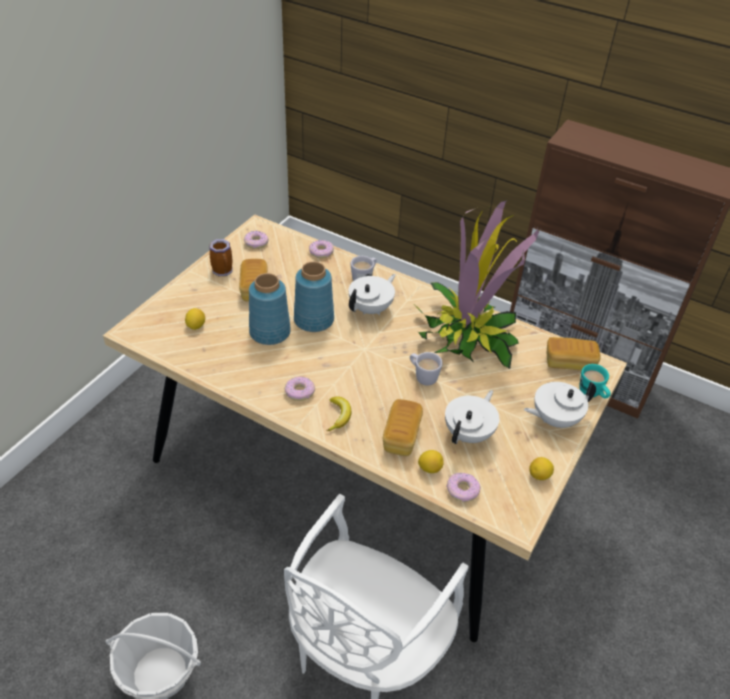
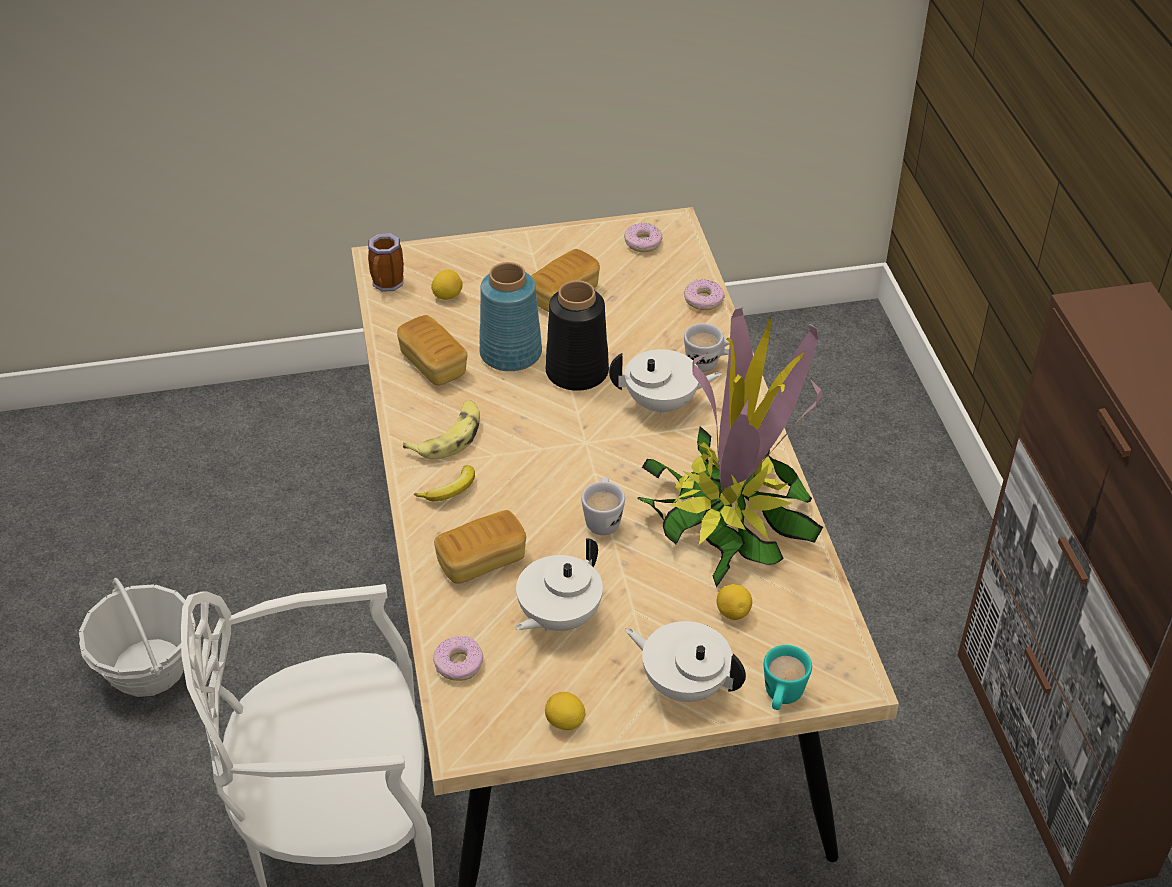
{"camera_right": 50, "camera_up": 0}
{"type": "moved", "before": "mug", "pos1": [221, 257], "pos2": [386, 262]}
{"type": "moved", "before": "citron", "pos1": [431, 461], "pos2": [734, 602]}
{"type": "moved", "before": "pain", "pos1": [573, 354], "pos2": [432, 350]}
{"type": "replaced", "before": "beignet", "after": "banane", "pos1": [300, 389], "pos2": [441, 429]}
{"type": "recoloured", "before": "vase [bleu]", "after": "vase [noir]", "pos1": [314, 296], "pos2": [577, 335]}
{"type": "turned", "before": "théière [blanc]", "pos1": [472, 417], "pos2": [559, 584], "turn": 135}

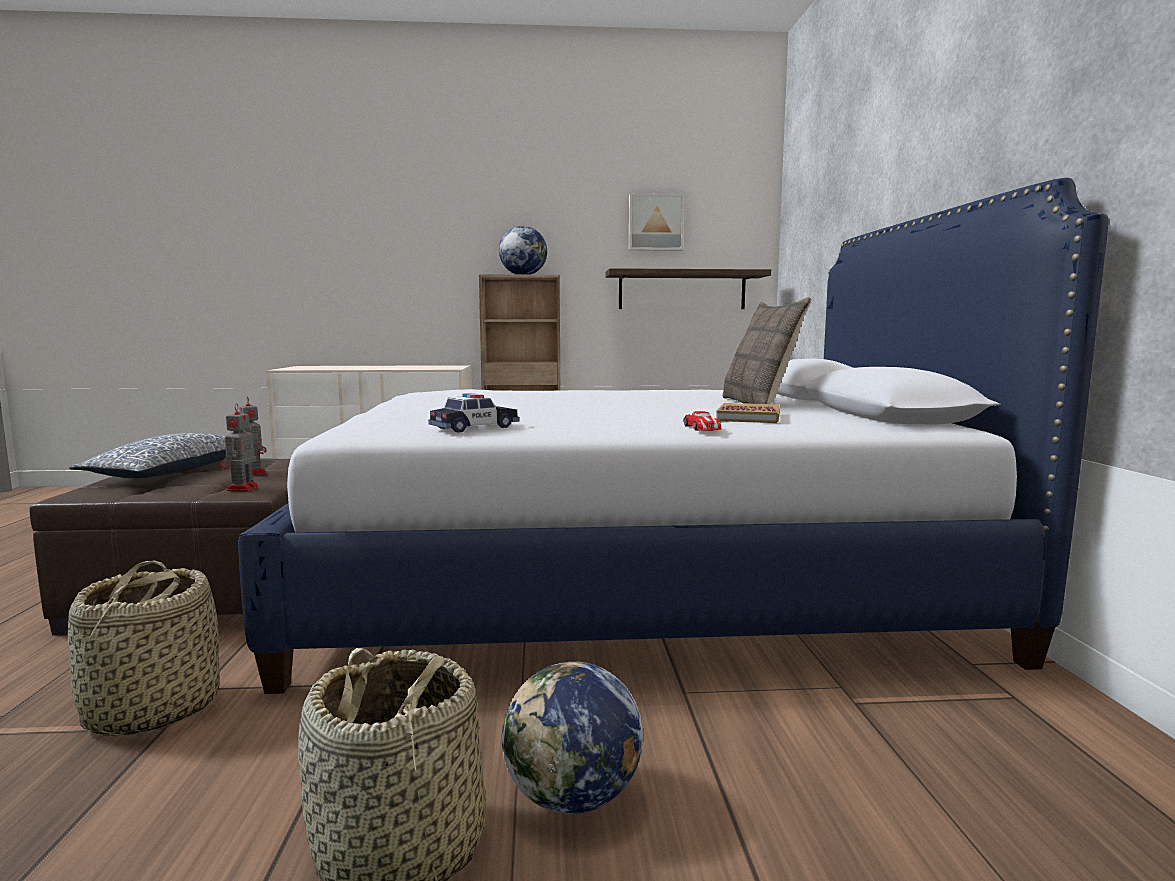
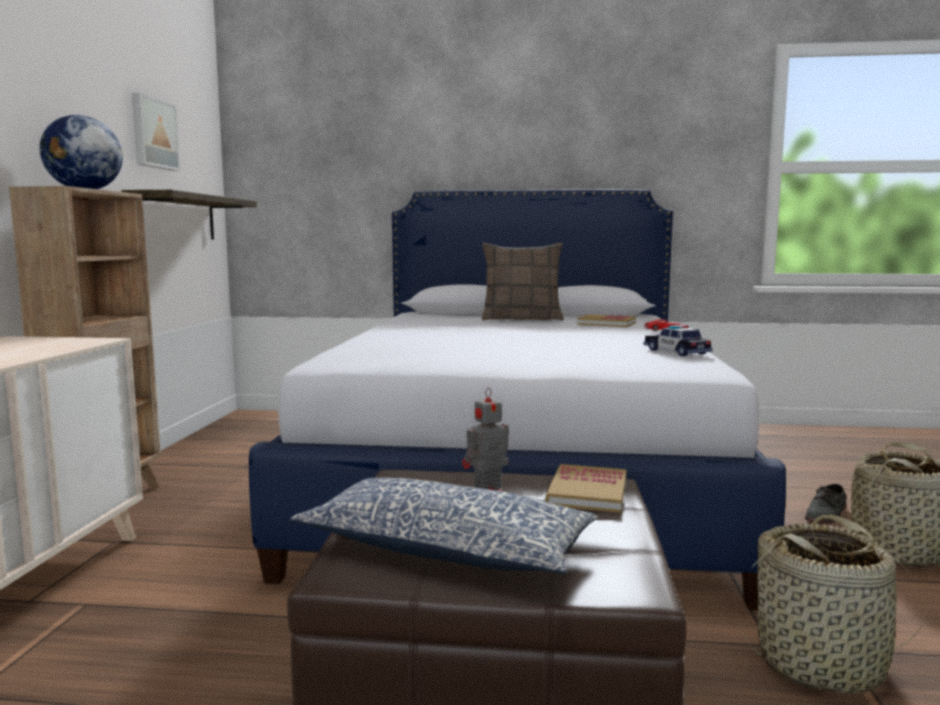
{"camera_right": -80, "camera_up": 0}
{"type": "replaced", "before": "robot jouet", "after": "livre", "pos1": [240, 447], "pos2": [586, 488]}
{"type": "replaced", "before": "globe", "after": "chaussure [gris]", "pos1": [572, 737], "pos2": [826, 504]}

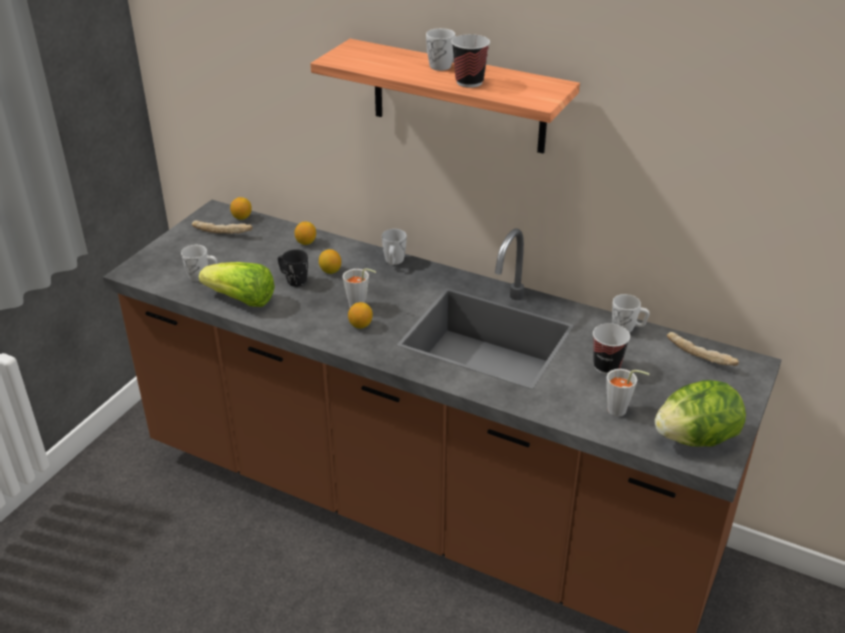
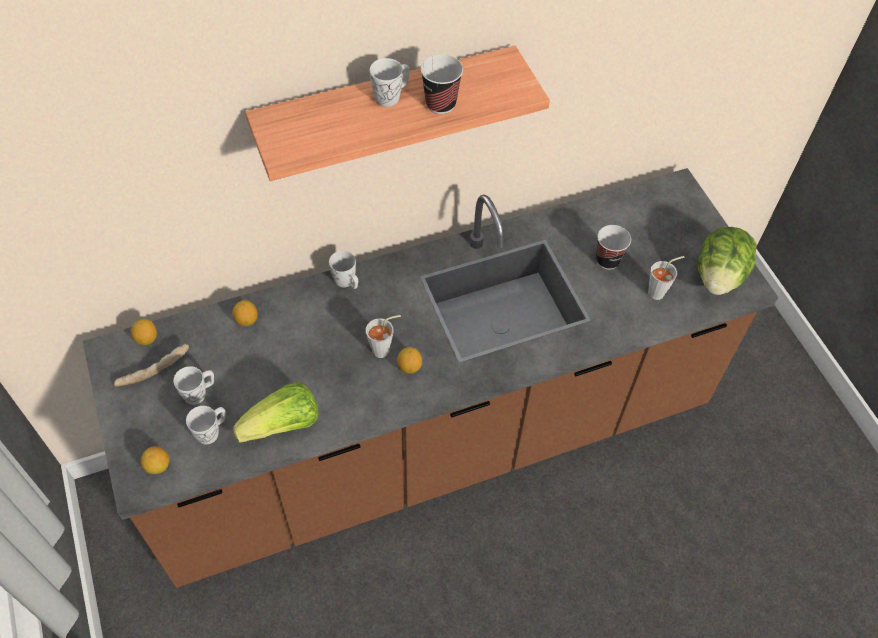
{"camera_right": -50, "camera_up": 20}
{"type": "removed", "before": "mug [noir]", "pos1": [293, 268]}
{"type": "removed", "before": "pain", "pos1": [703, 349]}
{"type": "moved", "before": "citron", "pos1": [330, 261], "pos2": [155, 460]}
{"type": "moved", "before": "mug [blanc]", "pos1": [631, 313], "pos2": [193, 385]}

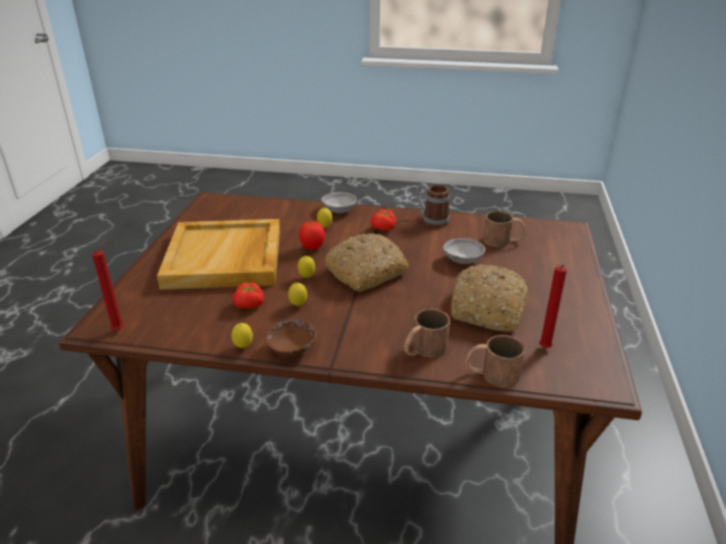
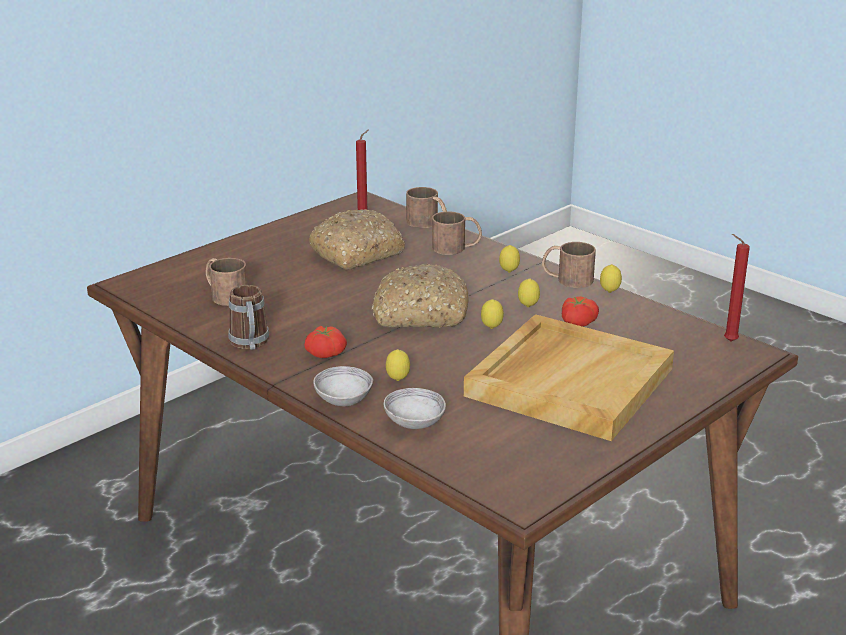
{"camera_right": -145, "camera_up": -5}
{"type": "removed", "before": "tomate", "pos1": [312, 235]}
{"type": "added", "after": "citron", "pos2": [509, 259]}
{"type": "moved", "before": "bol [gris]", "pos1": [464, 251], "pos2": [415, 408]}
{"type": "replaced", "before": "bol [marron]", "after": "mug [marron]", "pos1": [291, 338], "pos2": [569, 265]}

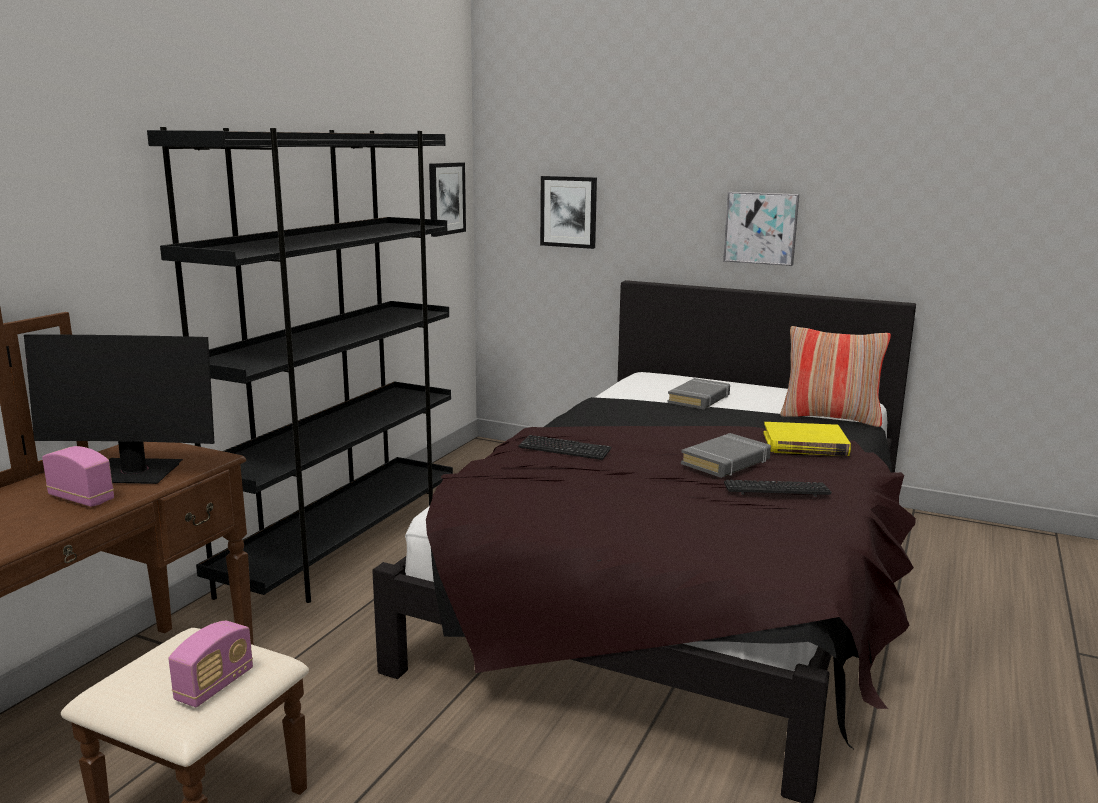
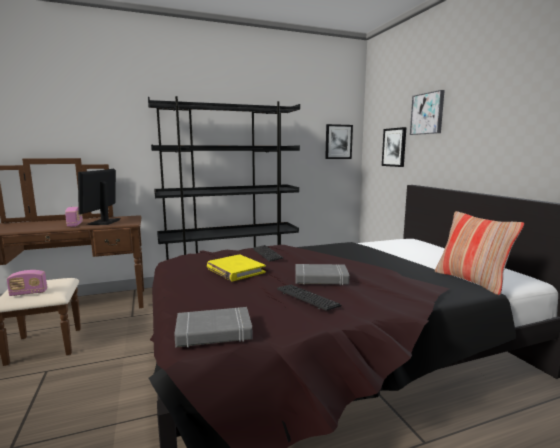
{"camera_right": 45, "camera_up": -5}
{"type": "moved", "before": "livre [gris]", "pos1": [698, 393], "pos2": [213, 327]}
{"type": "moved", "before": "tableau", "pos1": [761, 229], "pos2": [427, 112]}
{"type": "moved", "before": "livre [jaune]", "pos1": [807, 439], "pos2": [236, 267]}
{"type": "turned", "before": "écran d'ordinateur", "pos1": [119, 409], "pos2": [99, 197], "turn": 45}

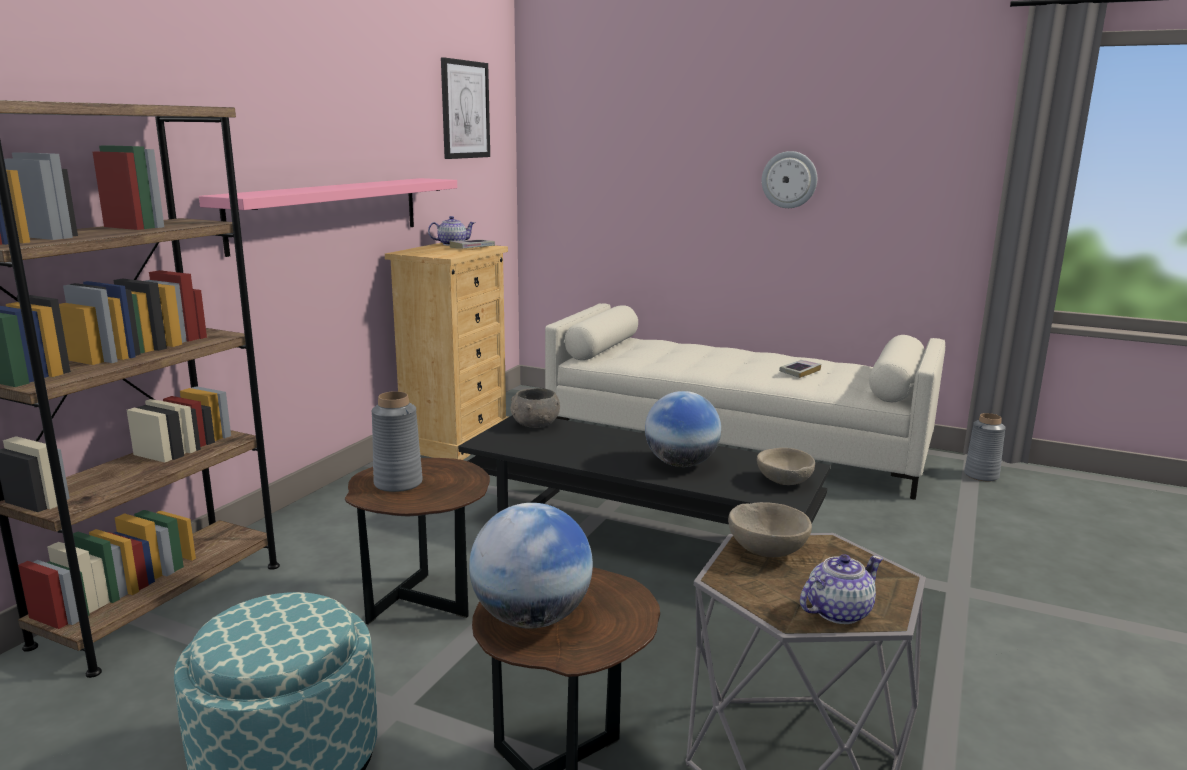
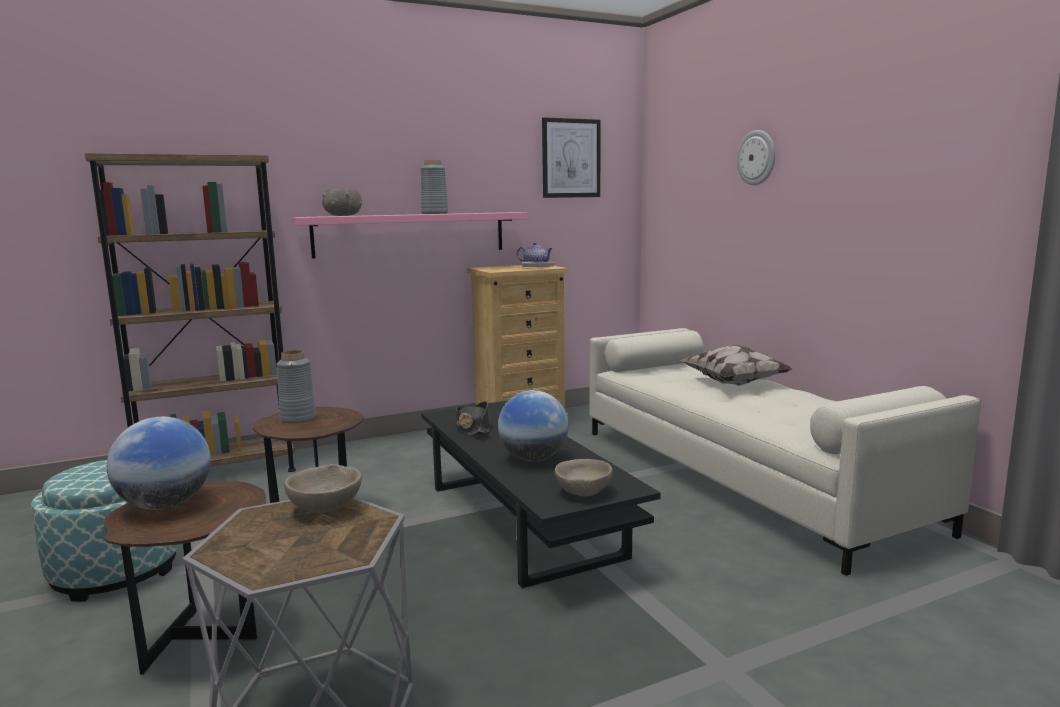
{"camera_right": 40, "camera_up": -5}
{"type": "removed", "before": "livre", "pos1": [800, 369]}
{"type": "removed", "before": "théière", "pos1": [841, 589]}
{"type": "added", "after": "chapeau [noir]", "pos2": [472, 418]}
{"type": "added", "after": "coussin", "pos2": [735, 365]}
{"type": "moved", "before": "bol [gris]", "pos1": [535, 408], "pos2": [342, 202]}
{"type": "moved", "before": "horloge murale", "pos1": [789, 179], "pos2": [756, 157]}
{"type": "moved", "before": "vase [gris]", "pos1": [985, 447], "pos2": [434, 187]}

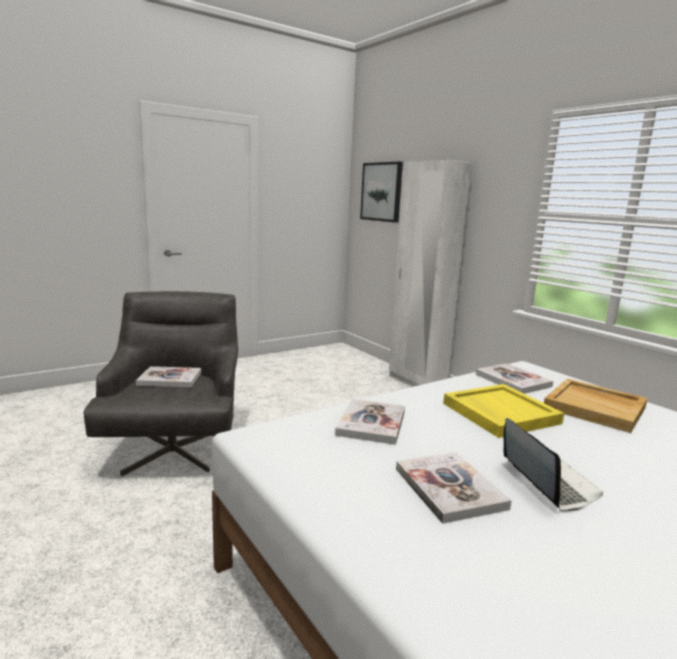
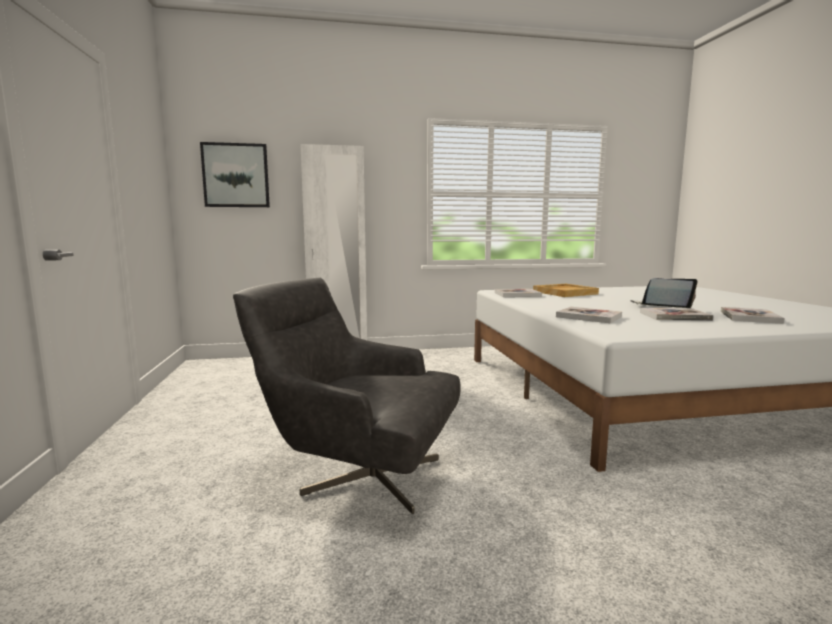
{"camera_right": -65, "camera_up": -5}
{"type": "removed", "before": "plateau [jaune]", "pos1": [503, 411]}
{"type": "moved", "before": "livre", "pos1": [168, 376], "pos2": [753, 315]}

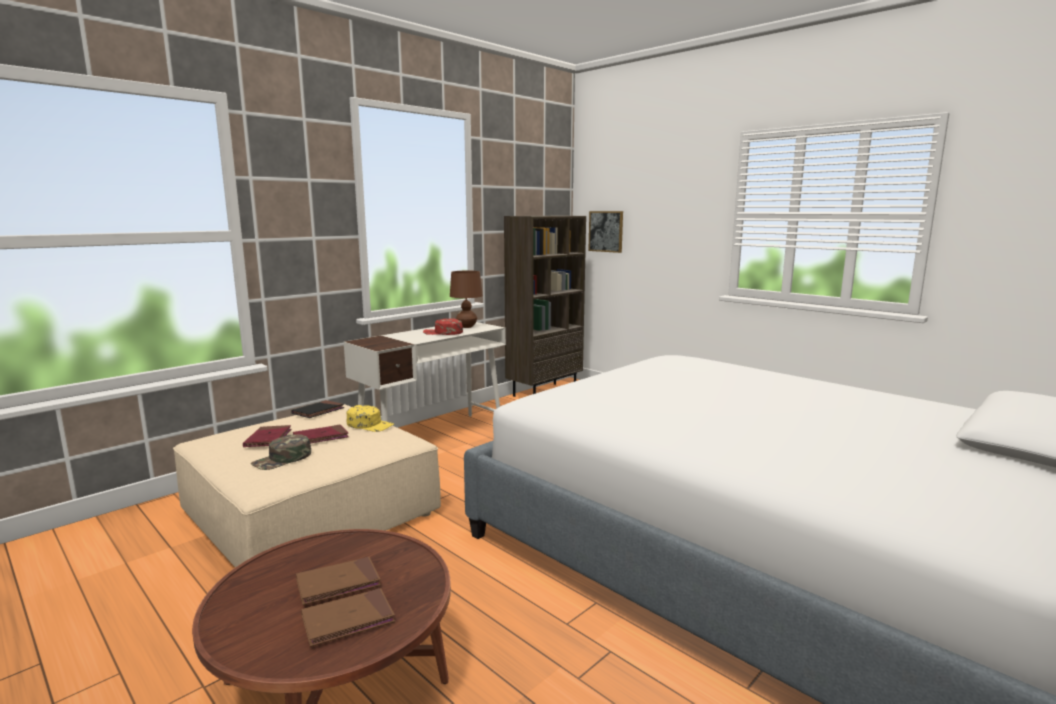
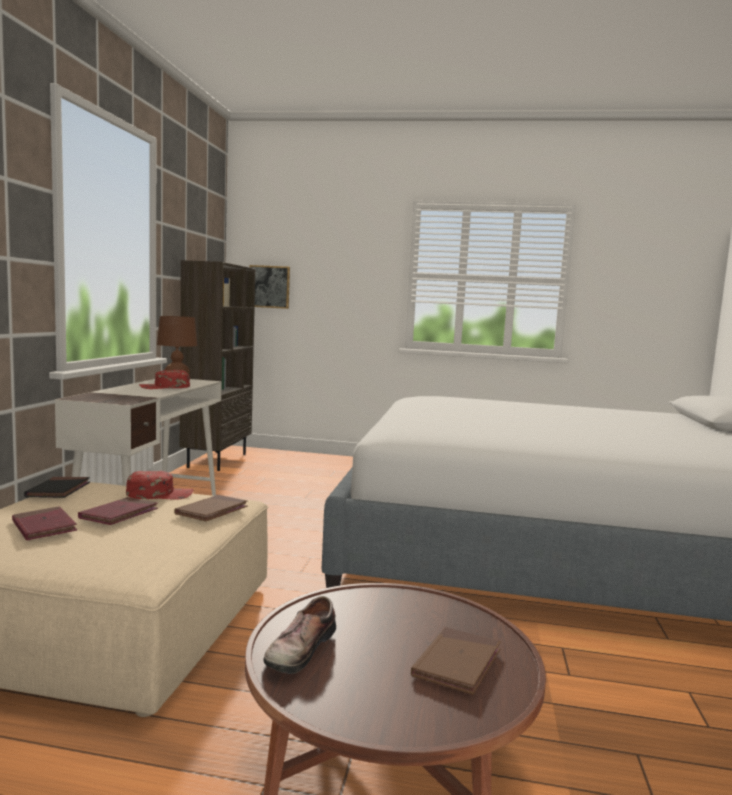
{"camera_right": -35, "camera_up": -5}
{"type": "removed", "before": "casquette [vert]", "pos1": [281, 452]}
{"type": "added", "after": "chaussure", "pos2": [300, 635]}
{"type": "moved", "before": "livre [marron]", "pos1": [338, 581], "pos2": [211, 508]}
{"type": "recoloured", "before": "casquette [jaune]", "after": "casquette [rouge]", "pos1": [370, 418], "pos2": [159, 485]}

